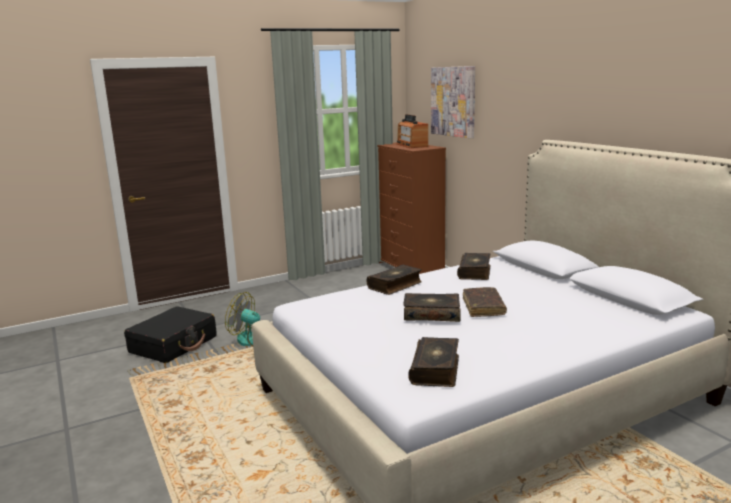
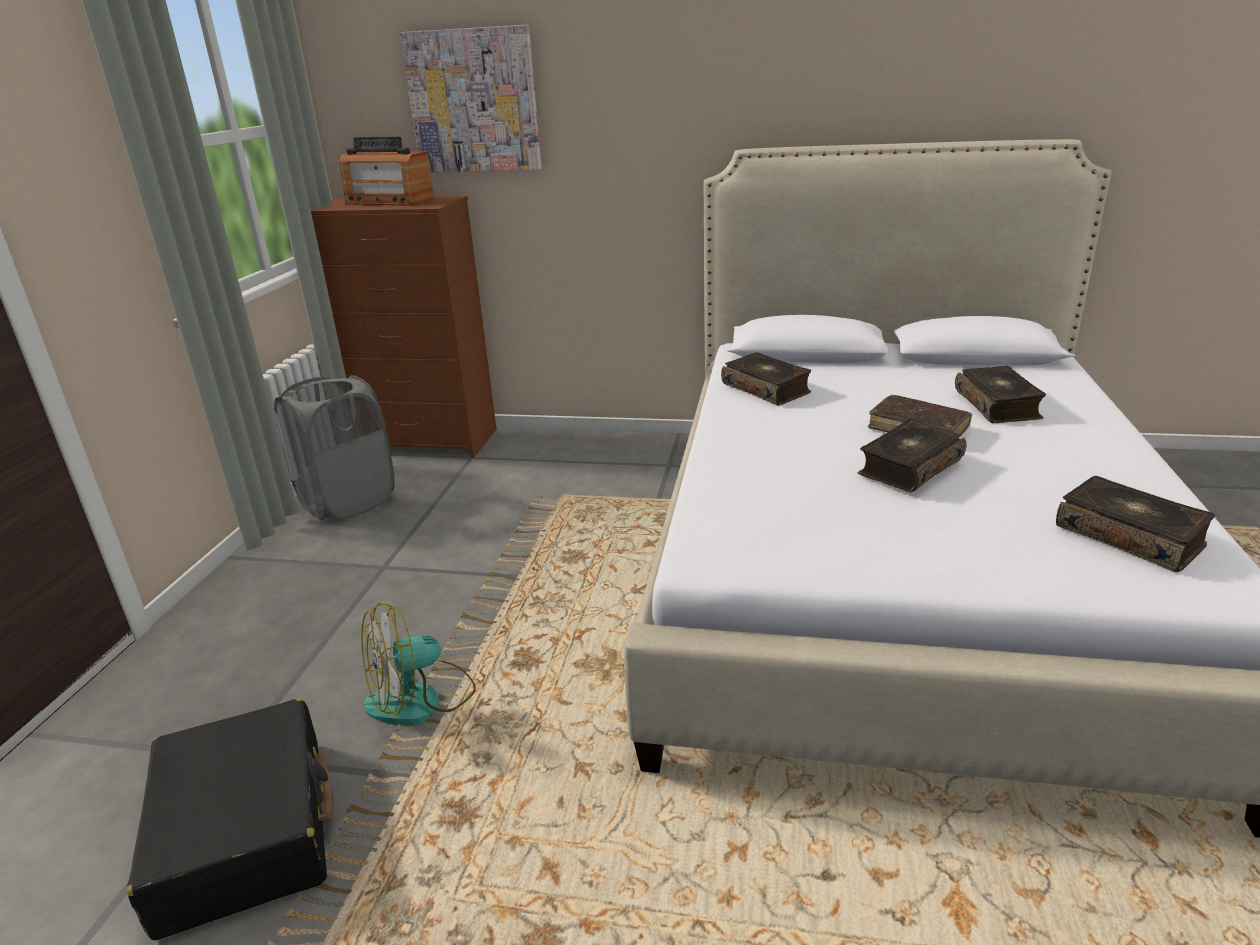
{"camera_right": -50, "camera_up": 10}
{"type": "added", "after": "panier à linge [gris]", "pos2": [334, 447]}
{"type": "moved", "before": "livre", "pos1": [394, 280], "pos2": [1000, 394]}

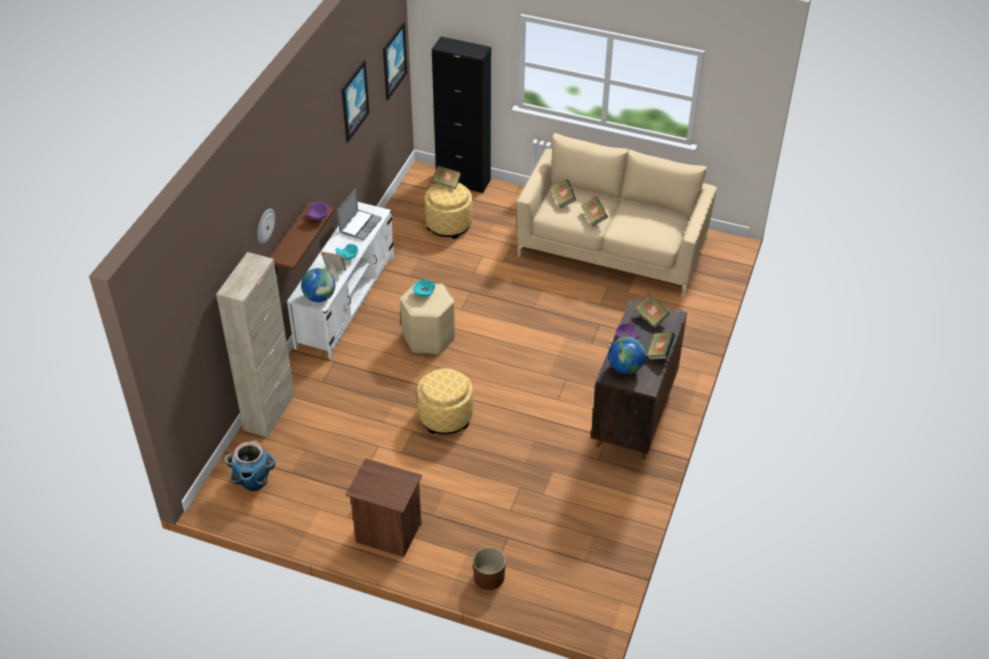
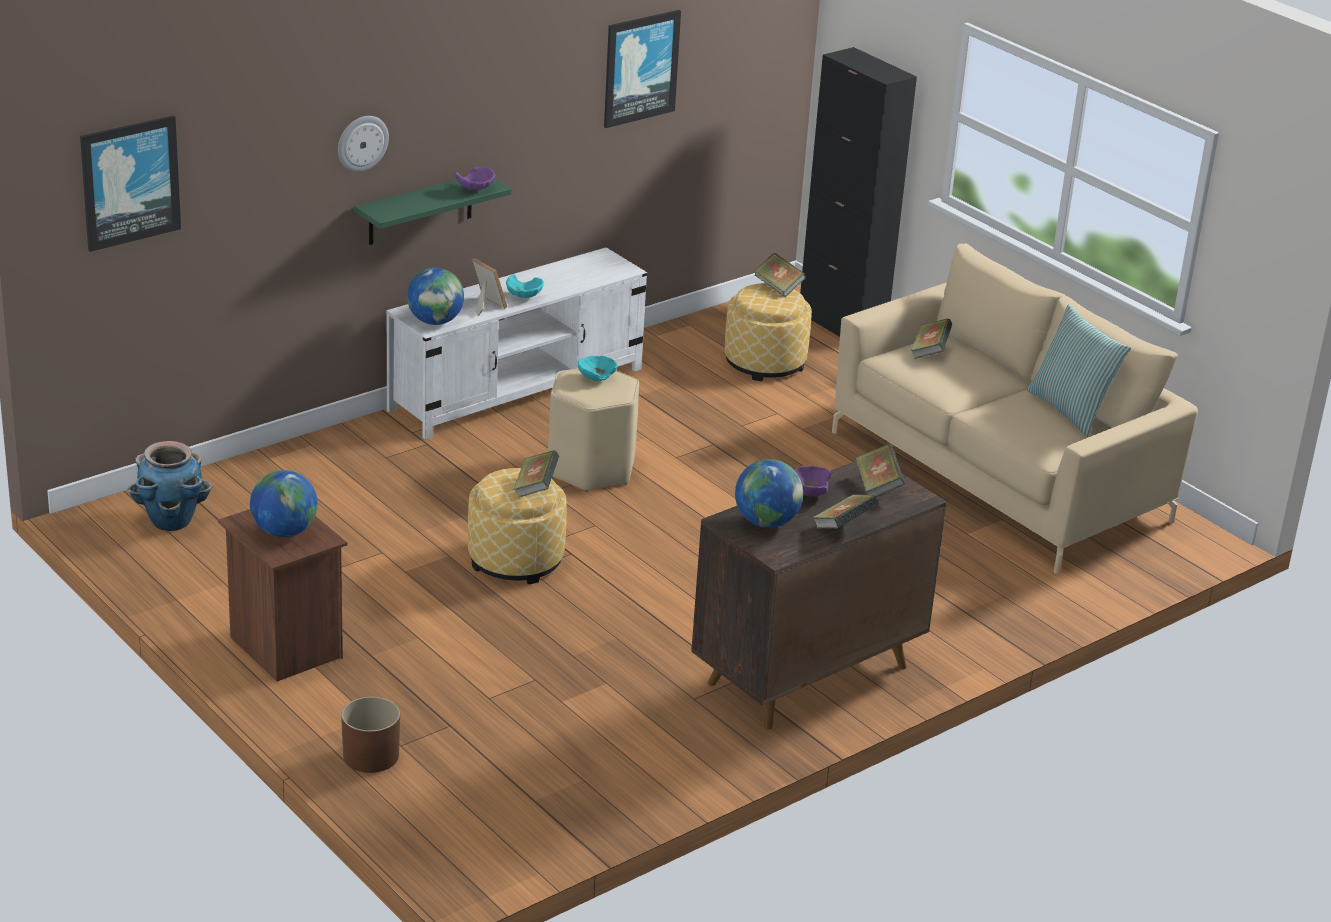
{"camera_right": 30, "camera_up": -15}
{"type": "removed", "before": "meuble de rangement [beige]", "pos1": [255, 345]}
{"type": "removed", "before": "ordinateur portable", "pos1": [359, 214]}
{"type": "added", "after": "globe", "pos2": [284, 503]}
{"type": "added", "after": "coussin", "pos2": [1079, 370]}
{"type": "moved", "before": "tableau", "pos1": [395, 61], "pos2": [130, 183]}
{"type": "moved", "before": "livre", "pos1": [594, 211], "pos2": [536, 473]}
{"type": "recoloured", "before": "étagère [marron]", "after": "étagère [vert]", "pos1": [302, 238], "pos2": [433, 211]}

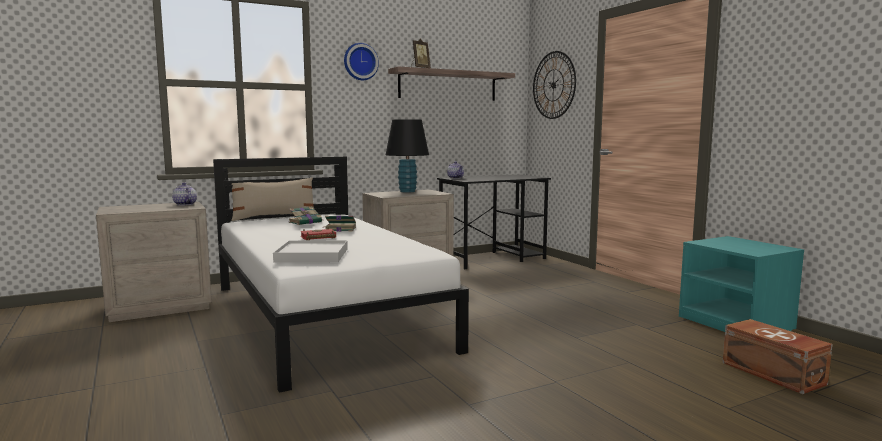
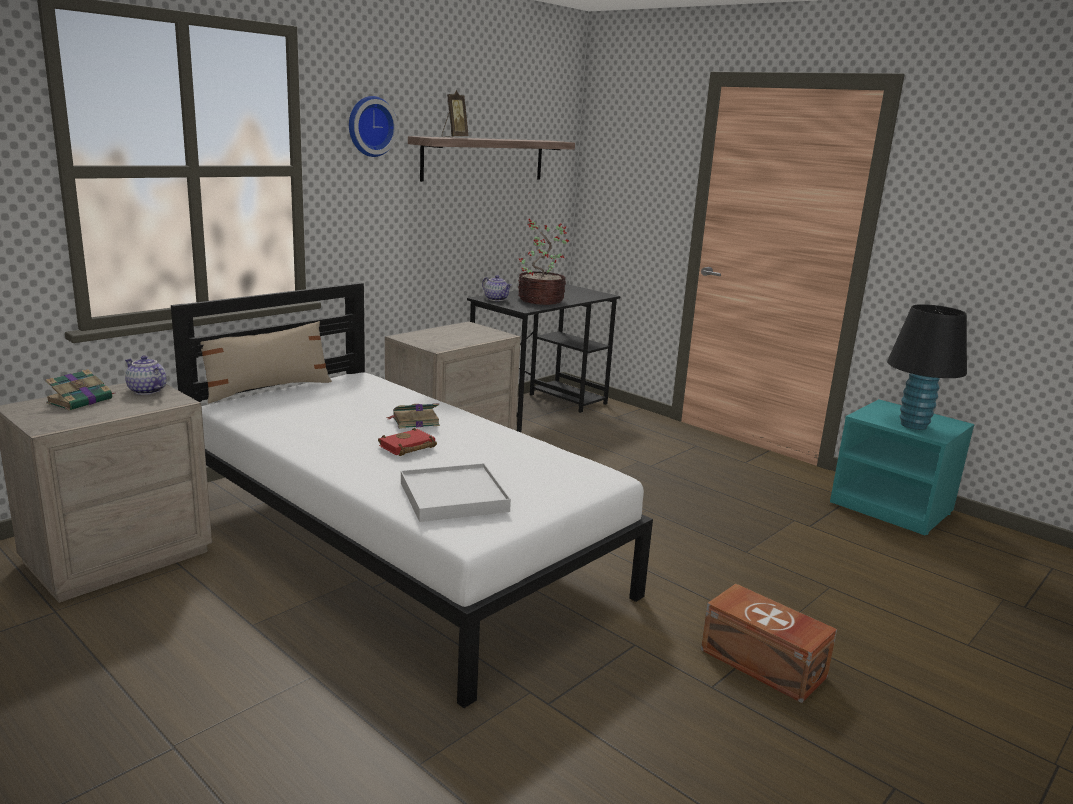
{"camera_right": -20, "camera_up": 10}
{"type": "removed", "before": "horloge murale", "pos1": [554, 85]}
{"type": "added", "after": "plante en pot", "pos2": [543, 262]}
{"type": "moved", "before": "livre", "pos1": [306, 215], "pos2": [79, 390]}
{"type": "moved", "before": "lampe de table [noir]", "pos1": [407, 155], "pos2": [927, 367]}
{"type": "moved", "before": "boîte de rangement [marron]", "pos1": [777, 356], "pos2": [769, 643]}

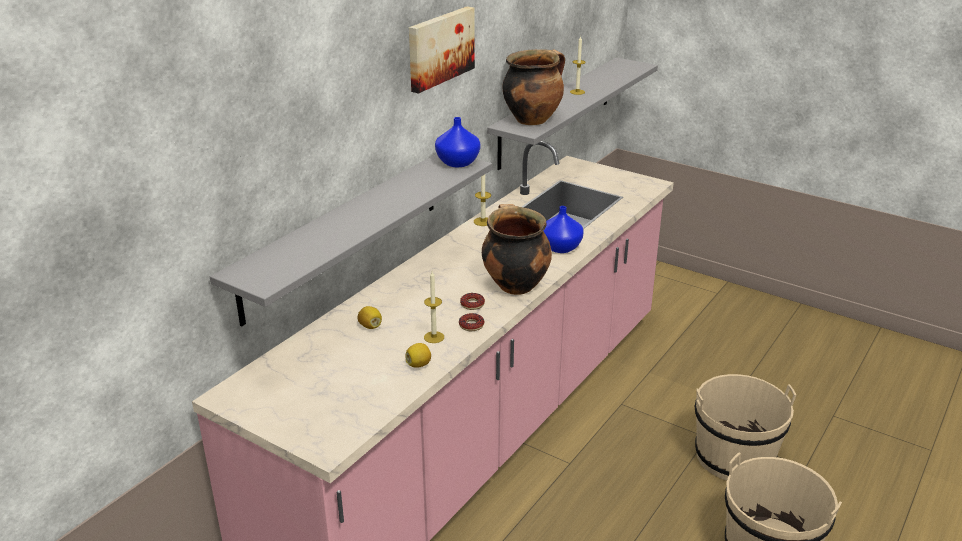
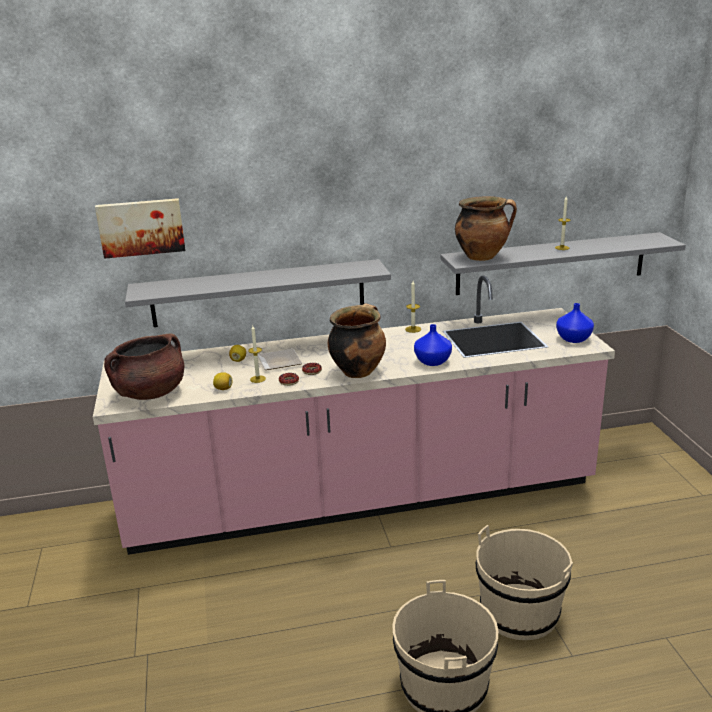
{"camera_right": 45, "camera_up": -5}
{"type": "added", "after": "marmite [marron]", "pos2": [144, 367]}
{"type": "added", "after": "assiette", "pos2": [280, 359]}
{"type": "moved", "before": "tableau", "pos1": [442, 50], "pos2": [140, 228]}
{"type": "moved", "before": "vase [bleu]", "pos1": [457, 142], "pos2": [575, 323]}

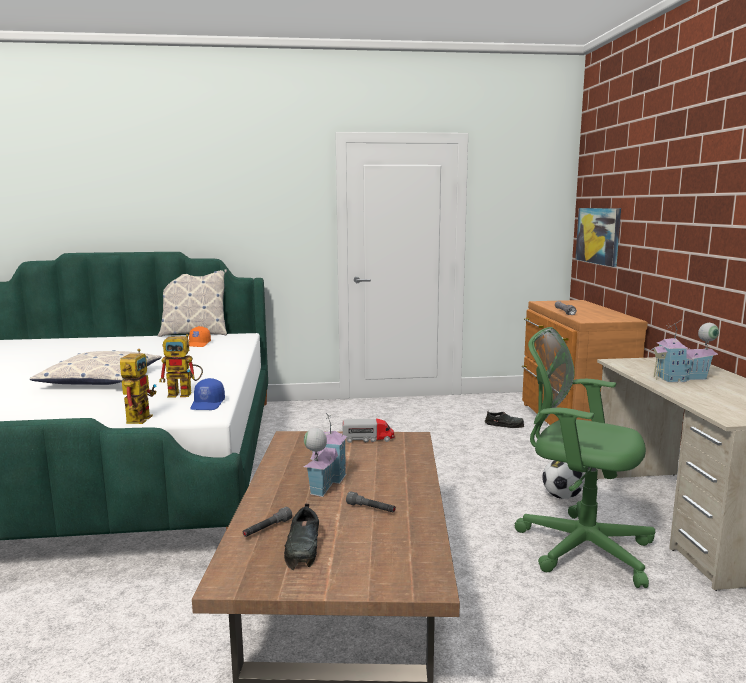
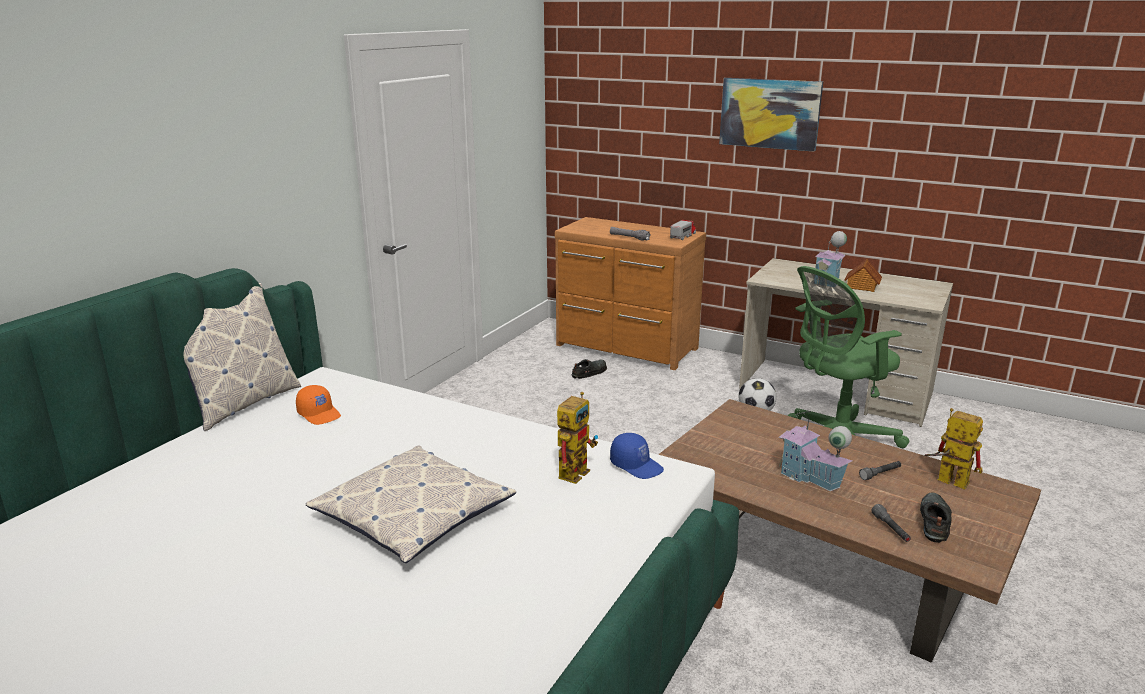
{"camera_right": -55, "camera_up": 10}
{"type": "added", "after": "maison miniature", "pos2": [863, 275]}
{"type": "moved", "before": "robot jouet", "pos1": [138, 386], "pos2": [954, 449]}
{"type": "moved", "before": "camion jouet", "pos1": [368, 430], "pos2": [683, 230]}
{"type": "moved", "before": "tableau", "pos1": [598, 237], "pos2": [771, 115]}
{"type": "turned", "before": "chaussure [noir]", "pos1": [301, 536], "pos2": [936, 517], "turn": -105}

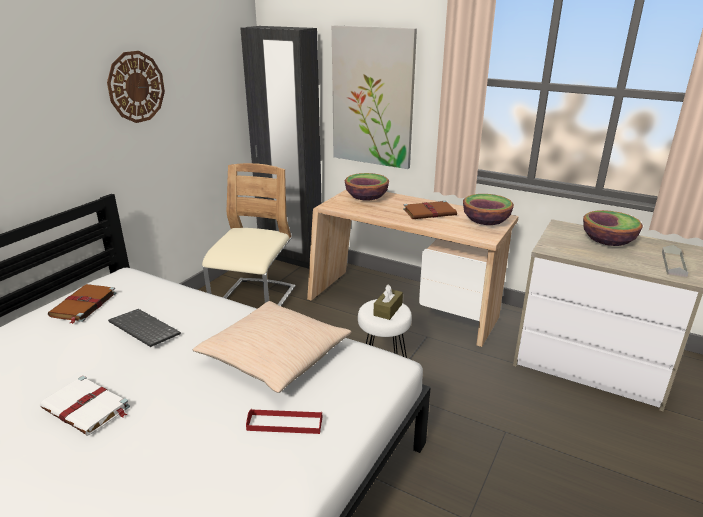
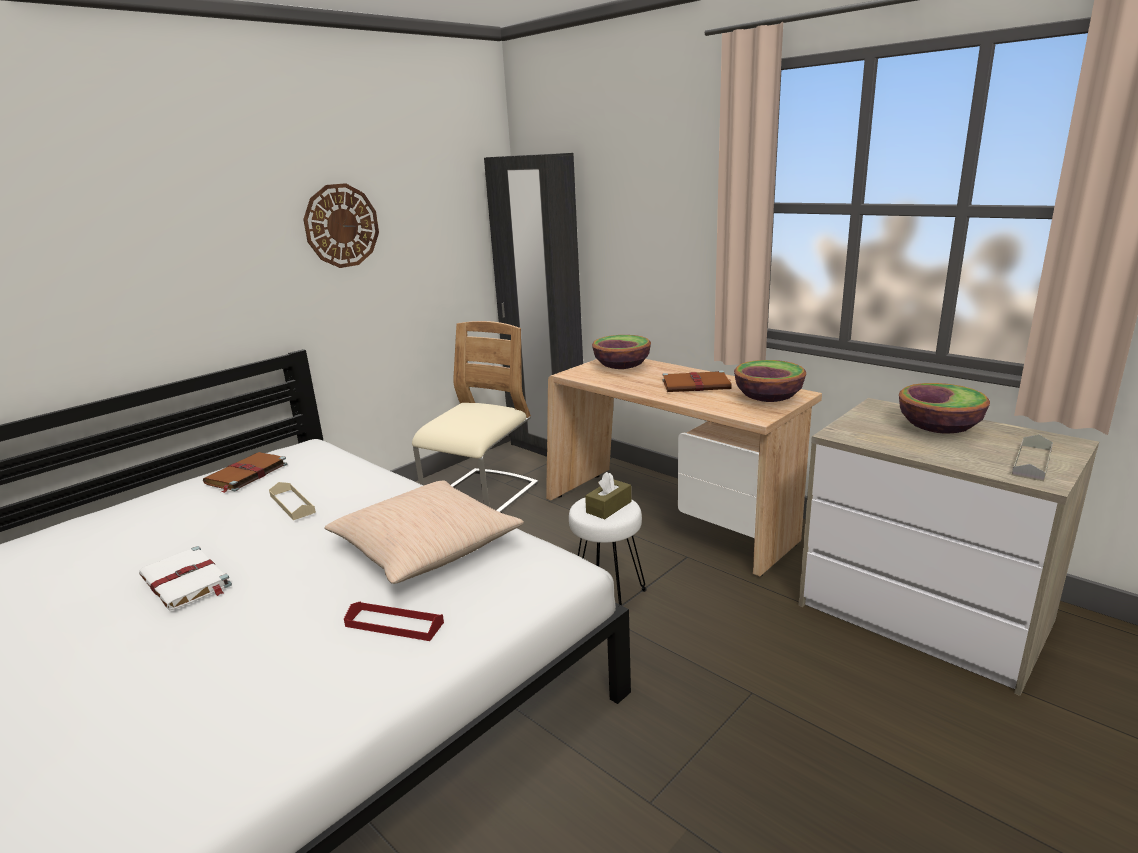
{"camera_right": 15, "camera_up": -5}
{"type": "removed", "before": "tableau", "pos1": [374, 97]}
{"type": "replaced", "before": "clavier", "after": "plateau [beige]", "pos1": [144, 328], "pos2": [292, 501]}

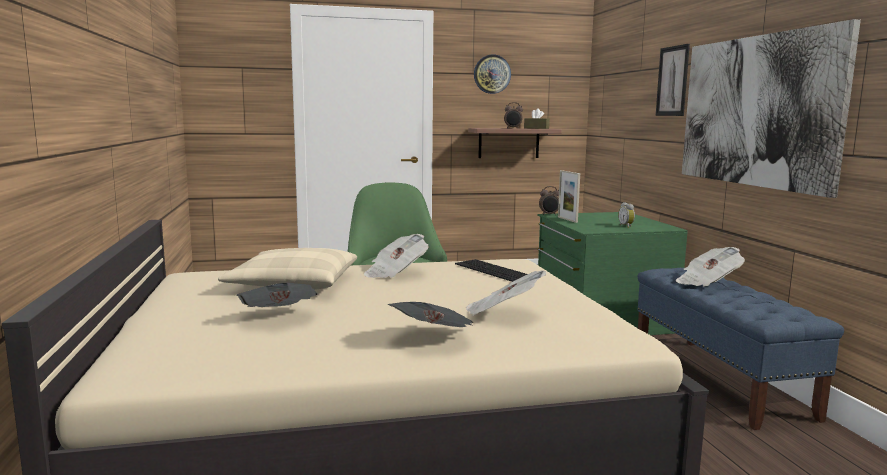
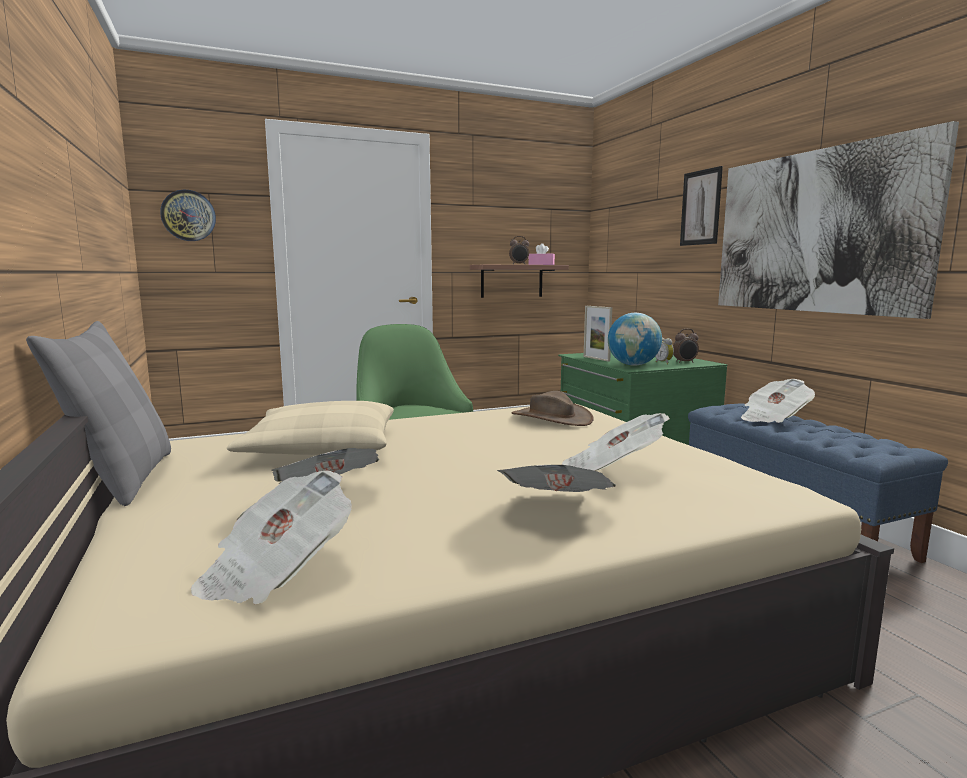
{"camera_right": -10, "camera_up": 0}
{"type": "added", "after": "coussin [gris]", "pos2": [98, 413]}
{"type": "added", "after": "globe", "pos2": [635, 339]}
{"type": "moved", "before": "journal", "pos1": [396, 256], "pos2": [271, 537]}
{"type": "moved", "before": "horloge murale", "pos1": [492, 74], "pos2": [188, 215]}
{"type": "moved", "before": "réveil", "pos1": [549, 200], "pos2": [686, 346]}
{"type": "replaced", "before": "clavier", "after": "chapeau [marron]", "pos1": [491, 270], "pos2": [552, 408]}
{"type": "recoloured", "before": "boîte à mouchoirs [marron]", "after": "boîte à mouchoirs [rose]", "pos1": [537, 118], "pos2": [542, 254]}

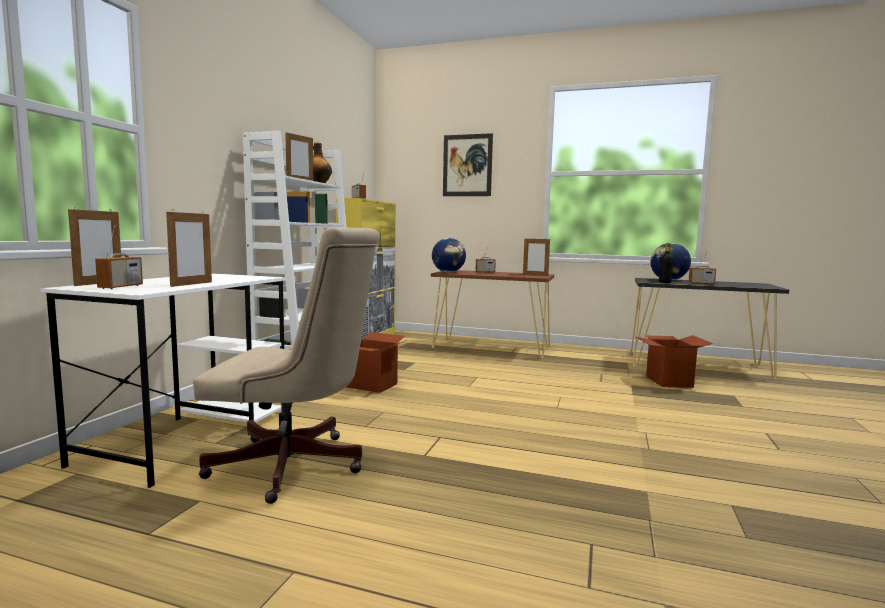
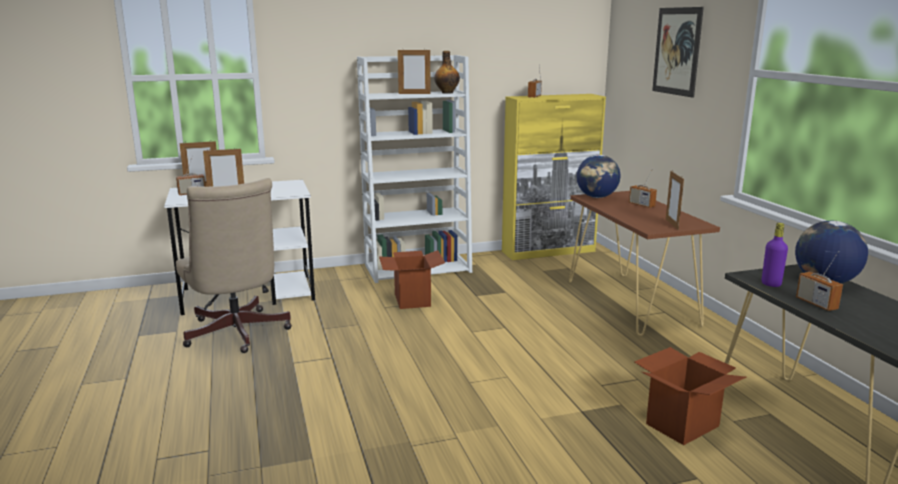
{"camera_right": 55, "camera_up": 10}
{"type": "recoloured", "before": "bouteille [noir]", "after": "bouteille [violet]", "pos1": [666, 263], "pos2": [775, 255]}

